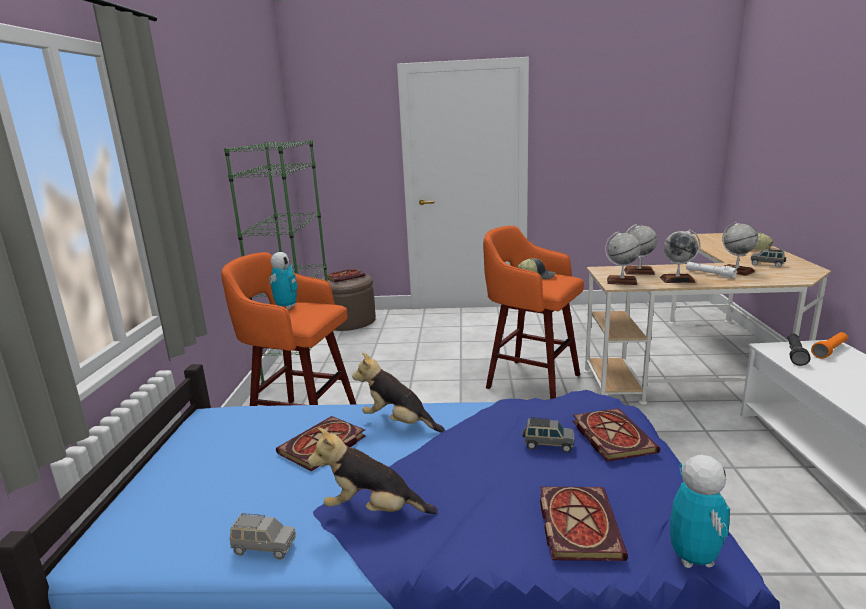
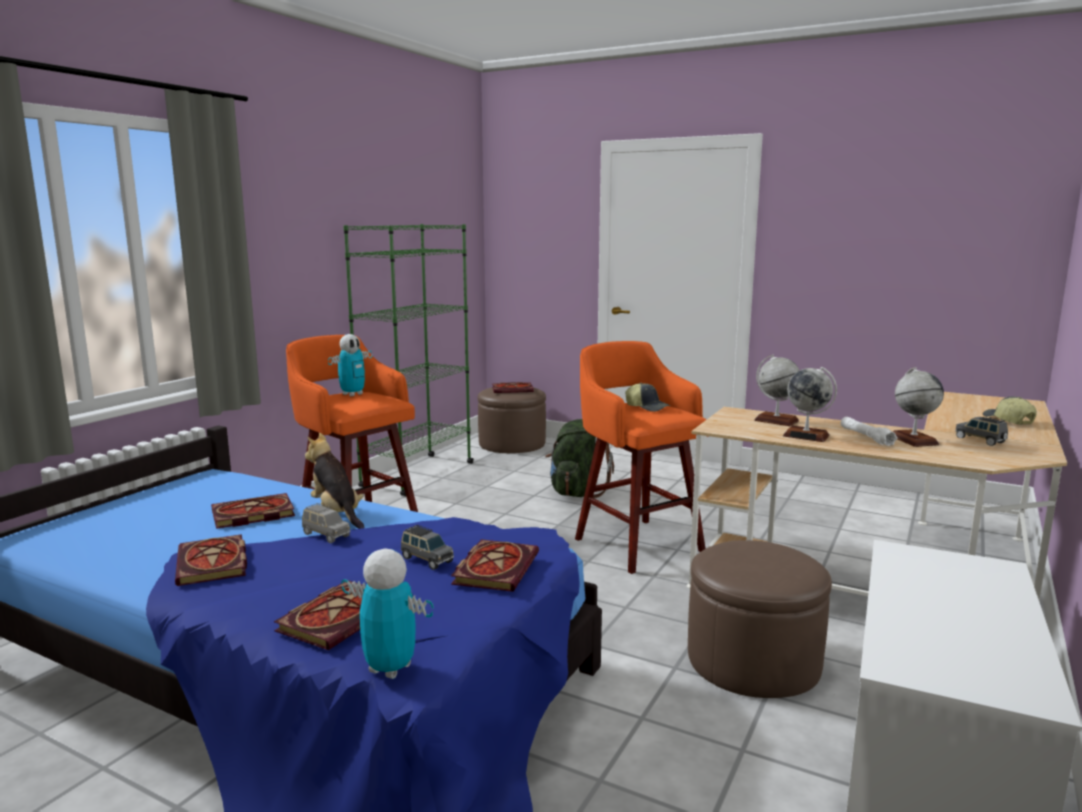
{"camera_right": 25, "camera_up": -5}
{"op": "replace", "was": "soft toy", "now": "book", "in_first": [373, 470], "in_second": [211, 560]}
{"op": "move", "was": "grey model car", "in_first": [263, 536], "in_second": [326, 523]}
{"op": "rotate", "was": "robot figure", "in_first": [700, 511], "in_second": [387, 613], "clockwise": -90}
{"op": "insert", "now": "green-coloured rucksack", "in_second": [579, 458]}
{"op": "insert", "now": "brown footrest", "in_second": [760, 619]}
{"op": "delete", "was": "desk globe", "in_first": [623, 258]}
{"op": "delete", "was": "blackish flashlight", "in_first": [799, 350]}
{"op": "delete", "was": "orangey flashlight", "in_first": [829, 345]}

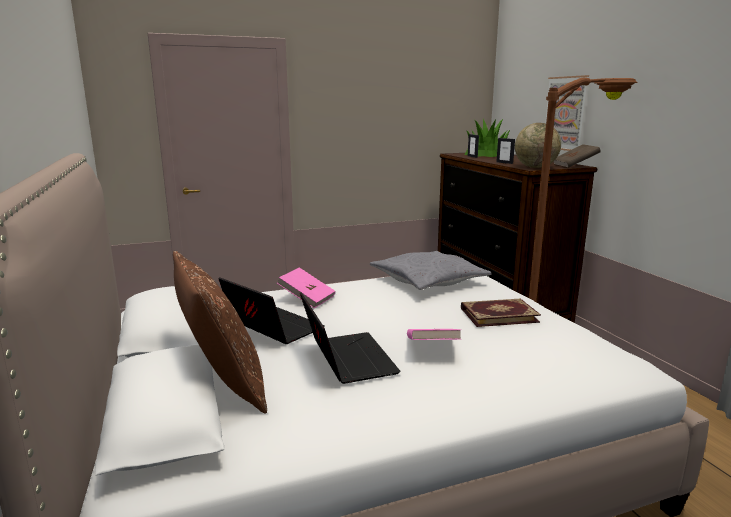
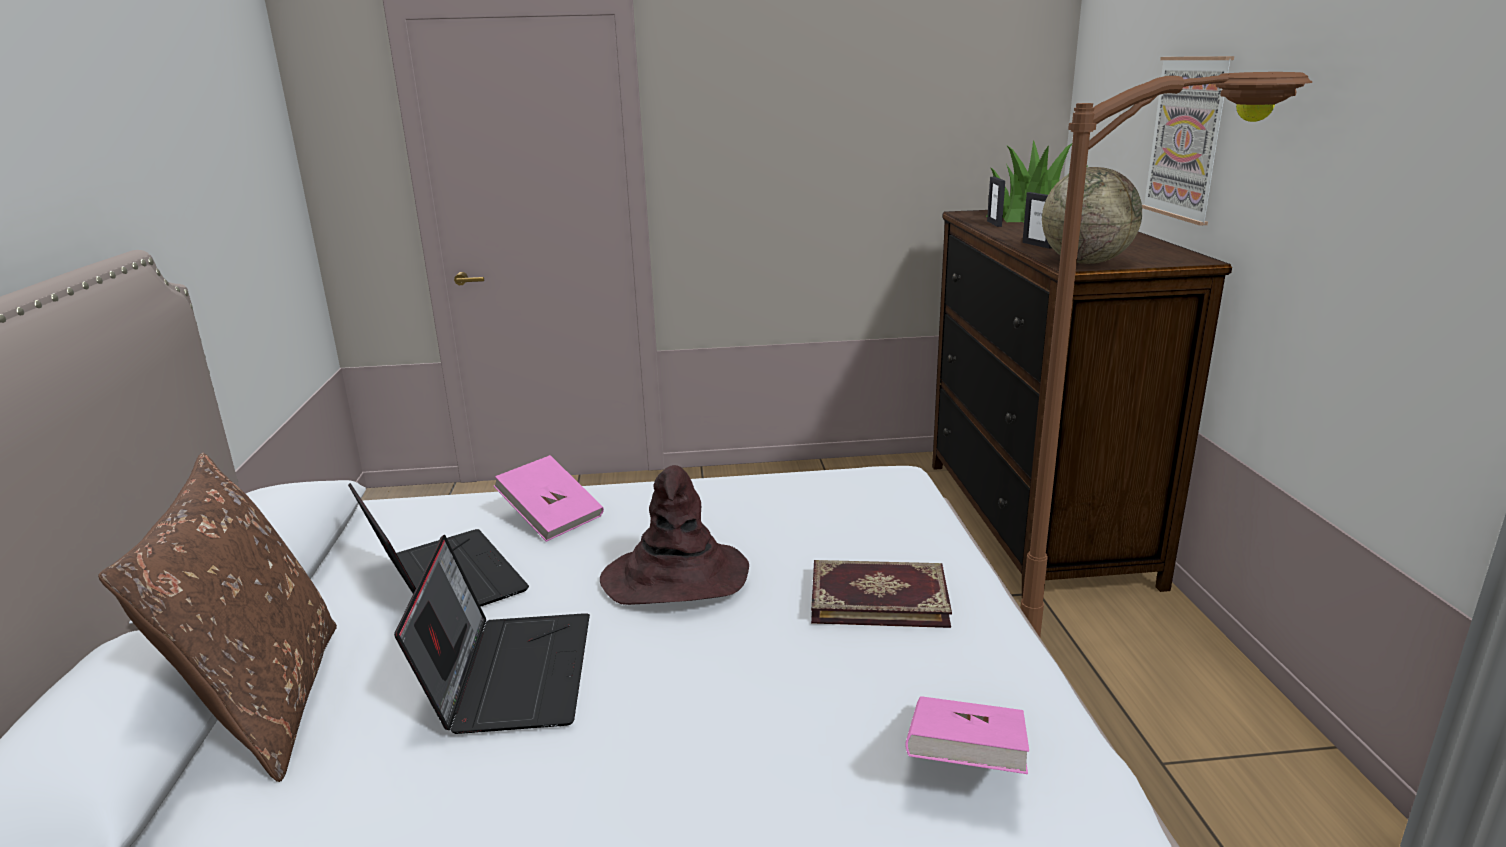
{"camera_right": 15, "camera_up": 5}
{"op": "insert", "now": "brown wearable hat", "in_second": [674, 535]}
{"op": "move", "was": "pink book", "in_first": [434, 334], "in_second": [967, 735]}
{"op": "delete", "was": "grey throw pillow", "in_first": [431, 270]}
{"op": "delete", "was": "brown book", "in_first": [577, 156]}

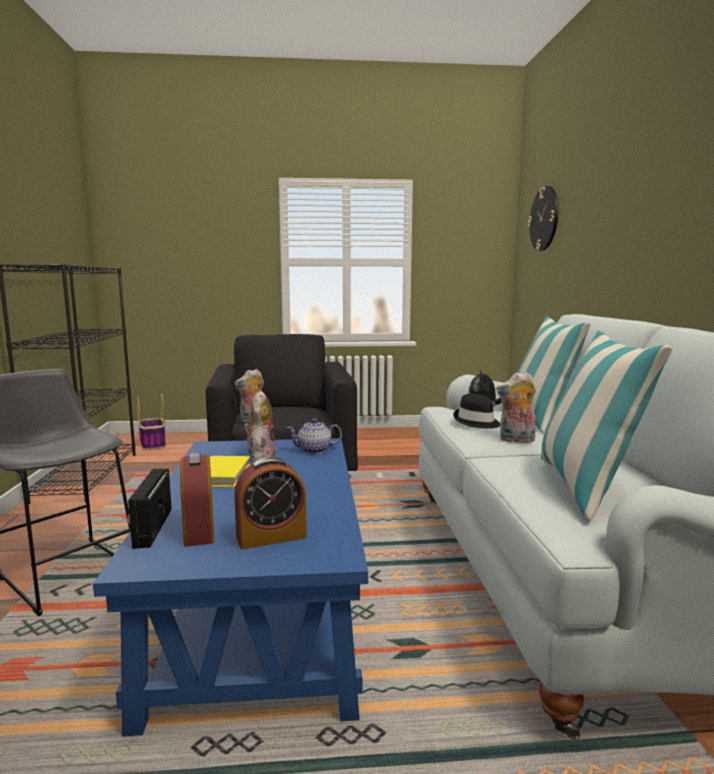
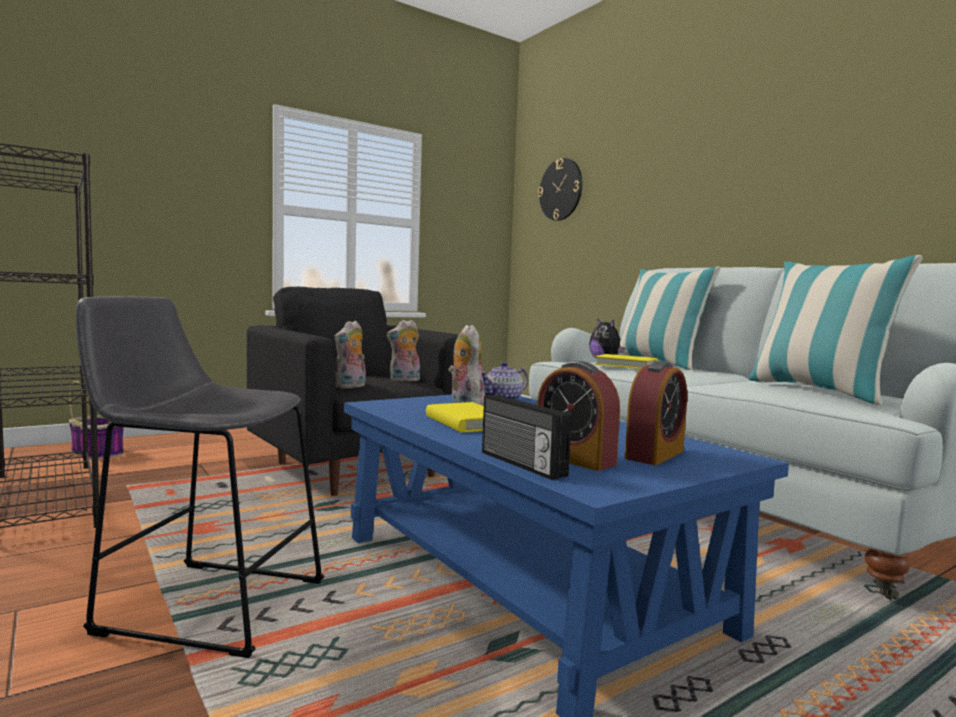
{"camera_right": -30, "camera_up": -5}
{"op": "move", "was": "soft toy", "in_first": [516, 407], "in_second": [403, 351]}
{"op": "replace", "was": "blackish wearable hat", "now": "yellowish book", "in_first": [476, 411], "in_second": [626, 361]}

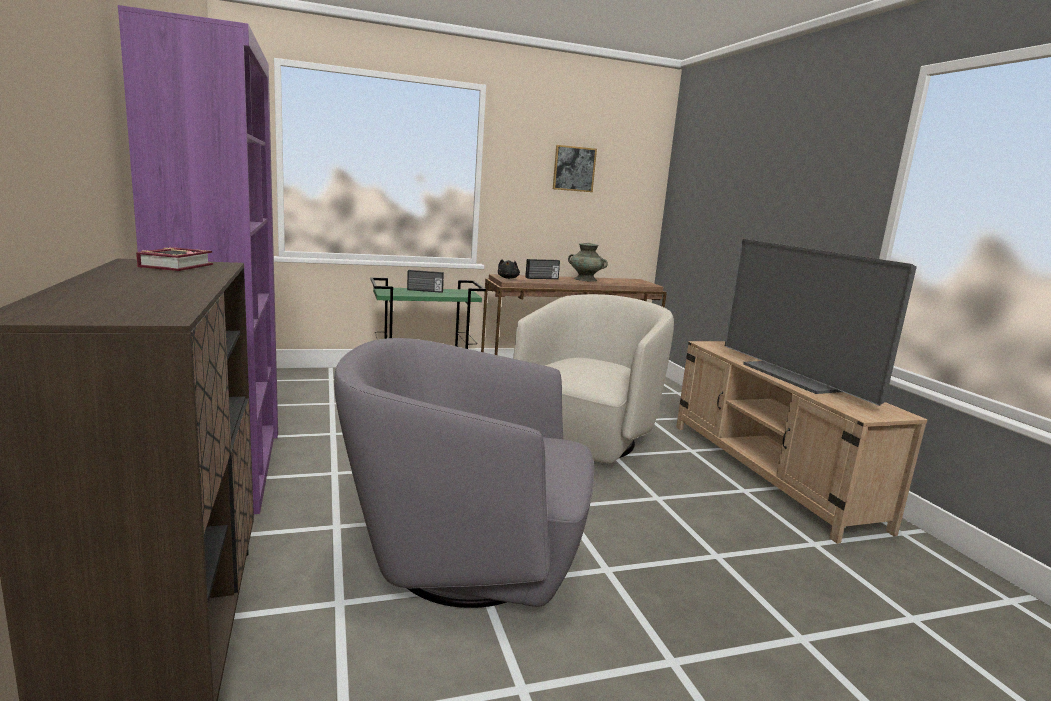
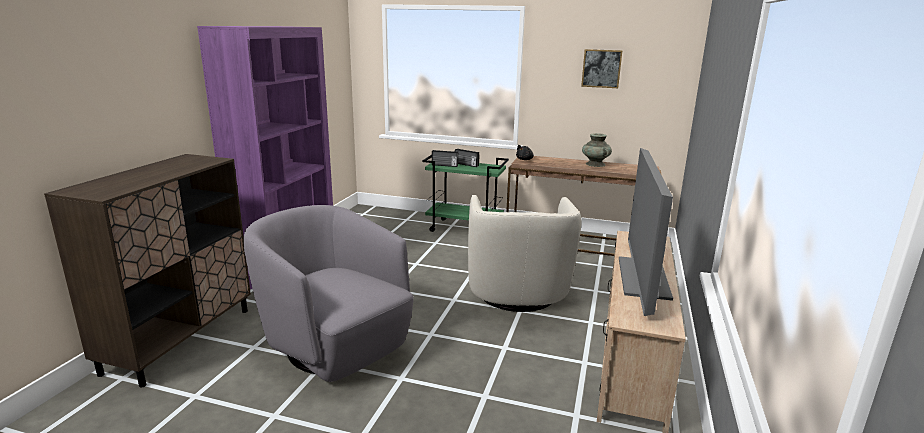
{"camera_right": 35, "camera_up": 5}
{"op": "move", "was": "radio", "in_first": [542, 269], "in_second": [445, 158]}
{"op": "rotate", "was": "beige-coloured armchair", "in_first": [593, 379], "in_second": [524, 253], "clockwise": 120}
{"op": "delete", "was": "book", "in_first": [174, 259]}

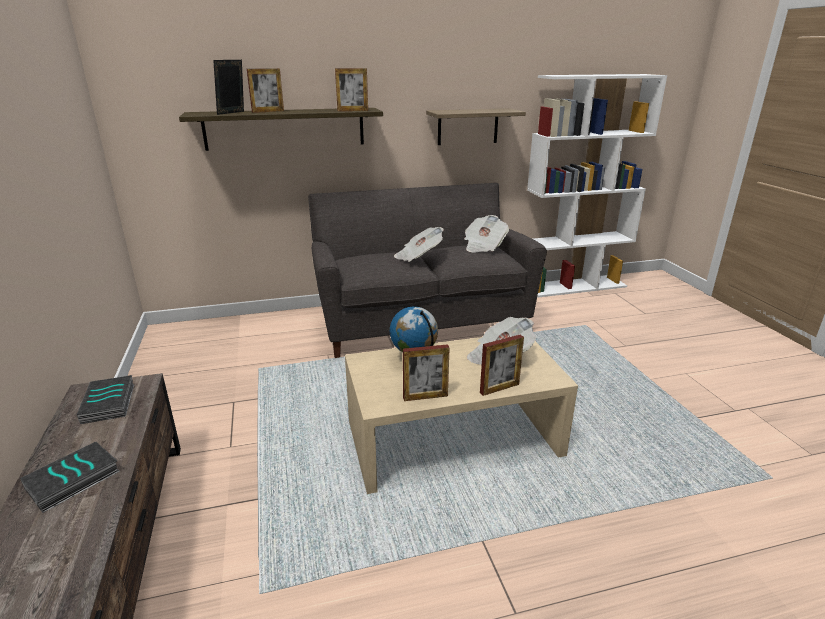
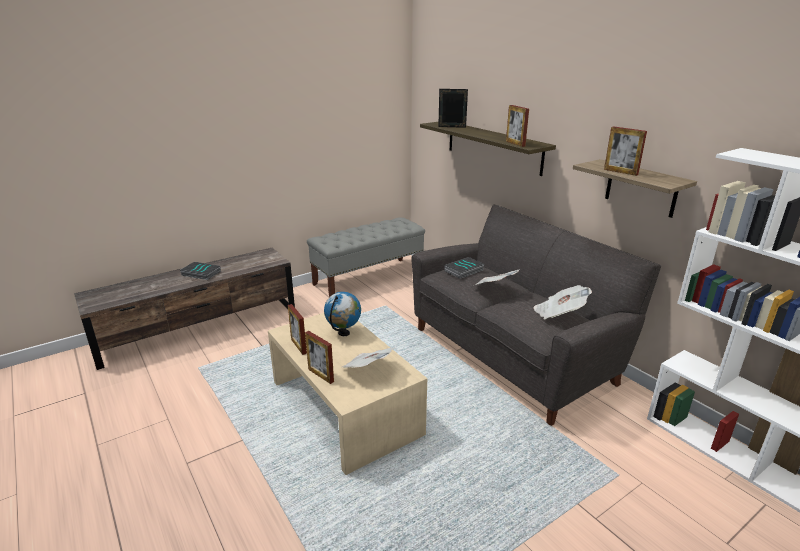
{"camera_right": 70, "camera_up": 0}
{"op": "insert", "now": "grey long seat", "in_second": [366, 257]}
{"op": "move", "was": "book", "in_first": [105, 399], "in_second": [464, 268]}
{"op": "move", "was": "standing frame", "in_first": [265, 90], "in_second": [625, 151]}

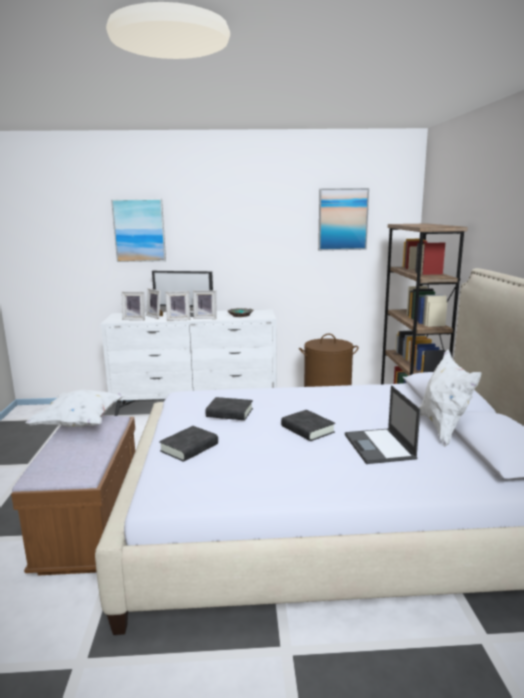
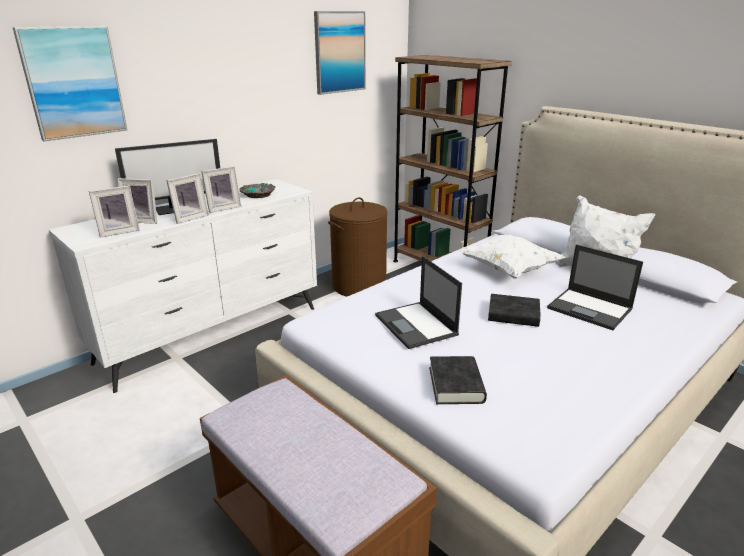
{"camera_right": -40, "camera_up": 10}
{"op": "replace", "was": "blackish book", "now": "laptop", "in_first": [229, 408], "in_second": [418, 302]}
{"op": "move", "was": "white throw pillow", "in_first": [74, 408], "in_second": [512, 256]}

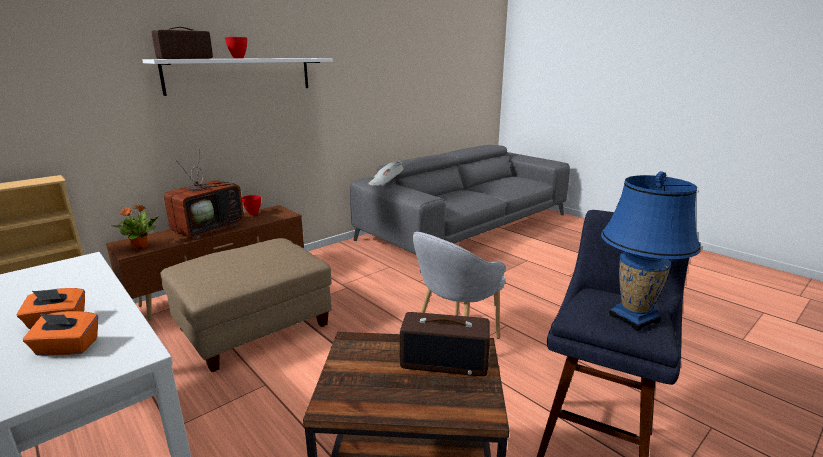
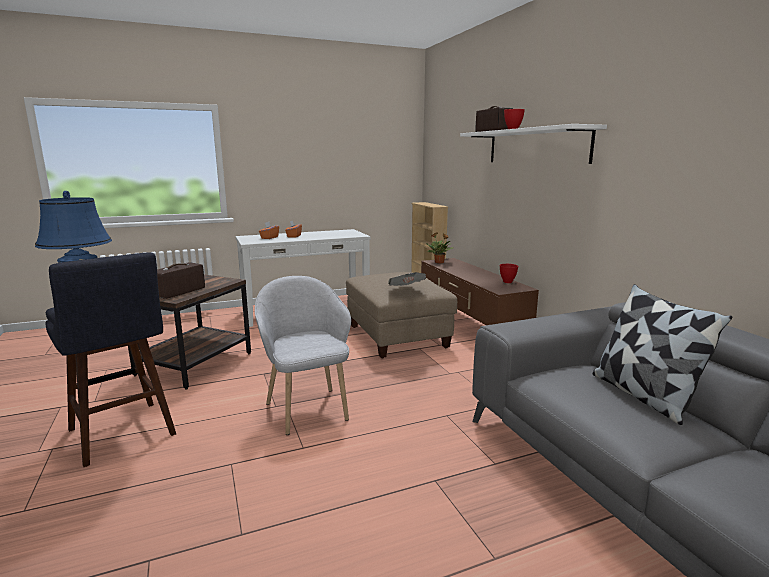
{"camera_right": 110, "camera_up": -5}
{"op": "move", "was": "daily paper", "in_first": [386, 173], "in_second": [407, 279]}
{"op": "insert", "now": "throw pillow", "in_second": [662, 354]}
{"op": "delete", "was": "TV", "in_first": [204, 193]}

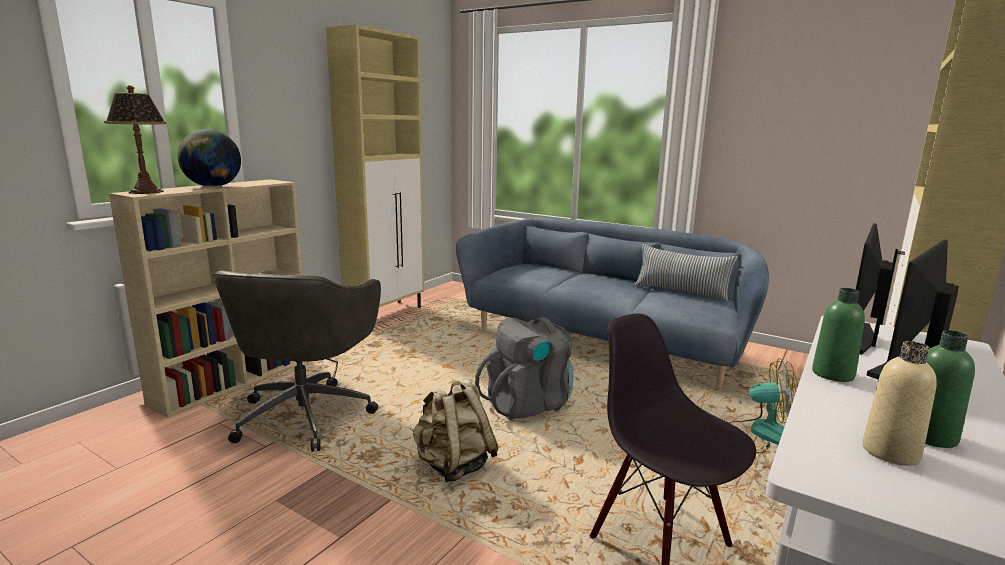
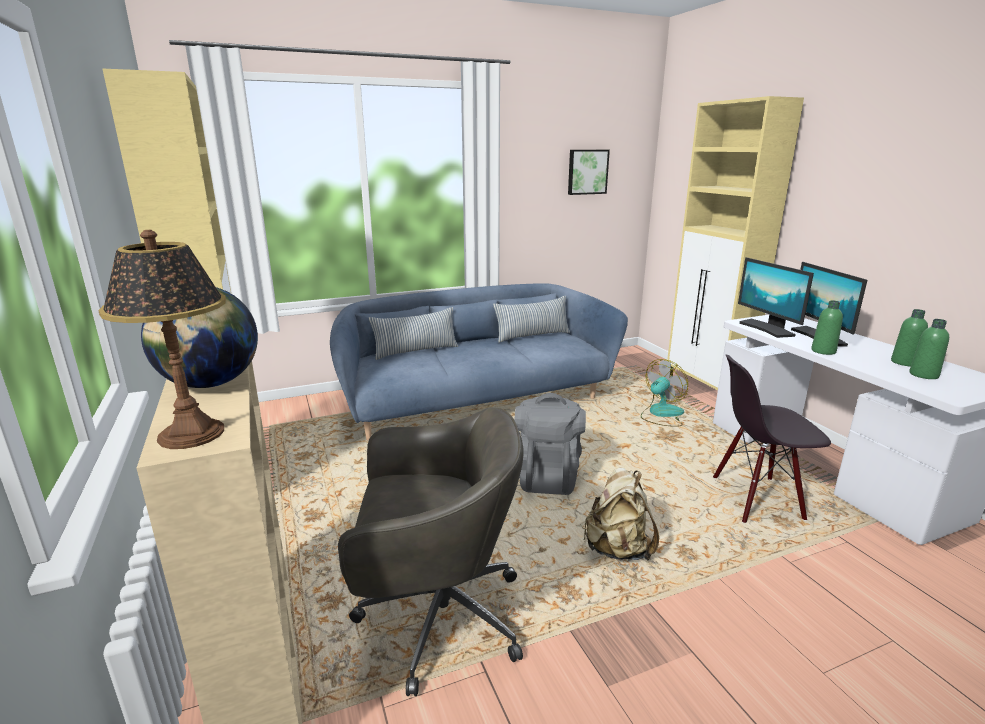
{"camera_right": -55, "camera_up": 5}
{"op": "rotate", "was": "grey office chair", "in_first": [297, 361], "in_second": [430, 551], "clockwise": -45}
{"op": "insert", "now": "throw pillow", "in_second": [413, 333]}
{"op": "insert", "now": "wall picture", "in_second": [589, 172]}
{"op": "recolor", "was": "beige-coloured drink bottle", "now": "green-coloured drink bottle", "in_first": [900, 403], "in_second": [929, 349]}

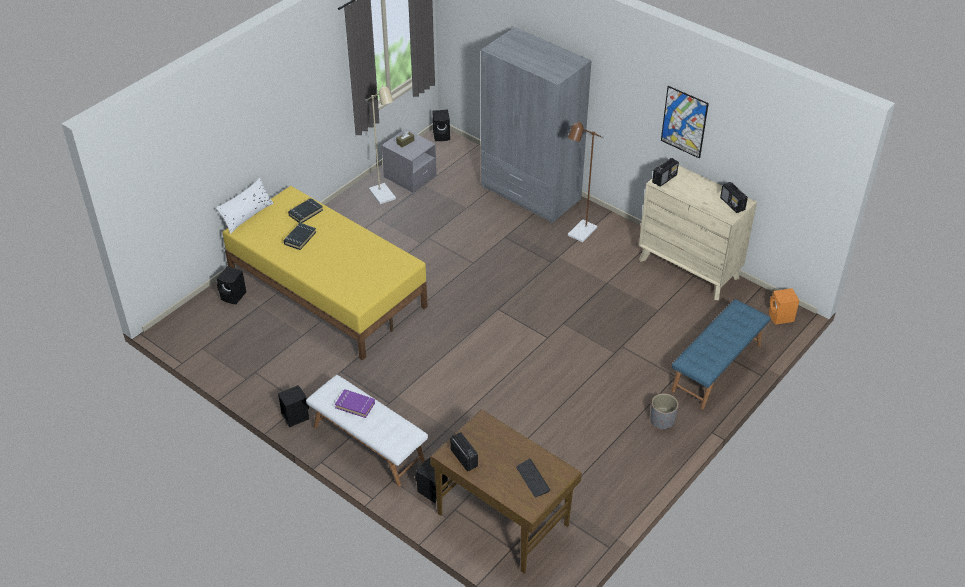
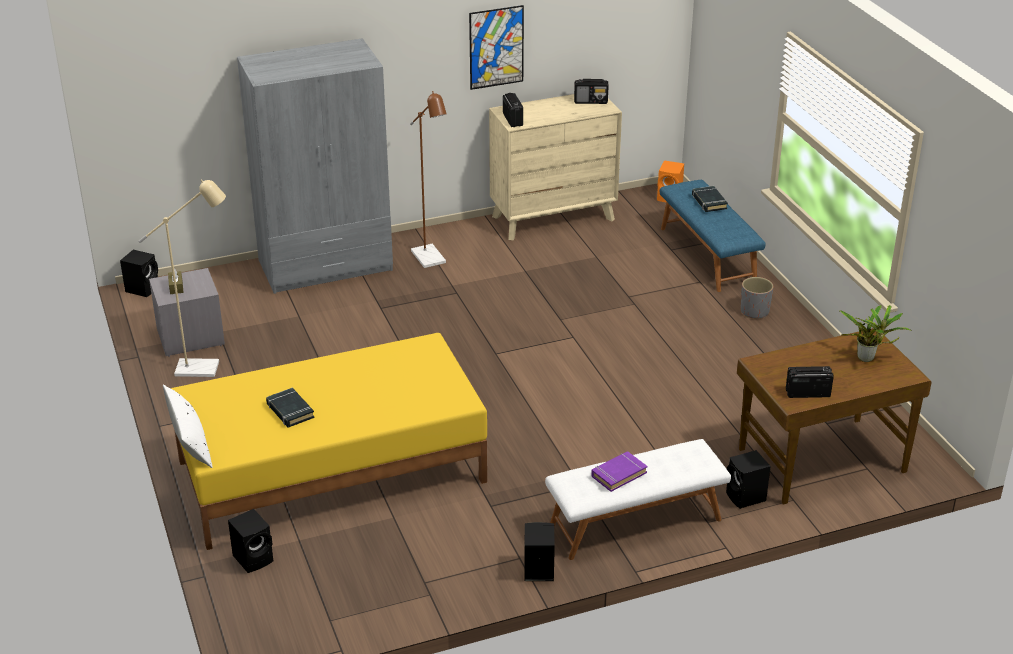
{"camera_right": -60, "camera_up": -10}
{"op": "move", "was": "blackish book", "in_first": [305, 210], "in_second": [710, 199]}
{"op": "replace", "was": "computer keyboard", "now": "houseplant", "in_first": [533, 478], "in_second": [875, 333]}

